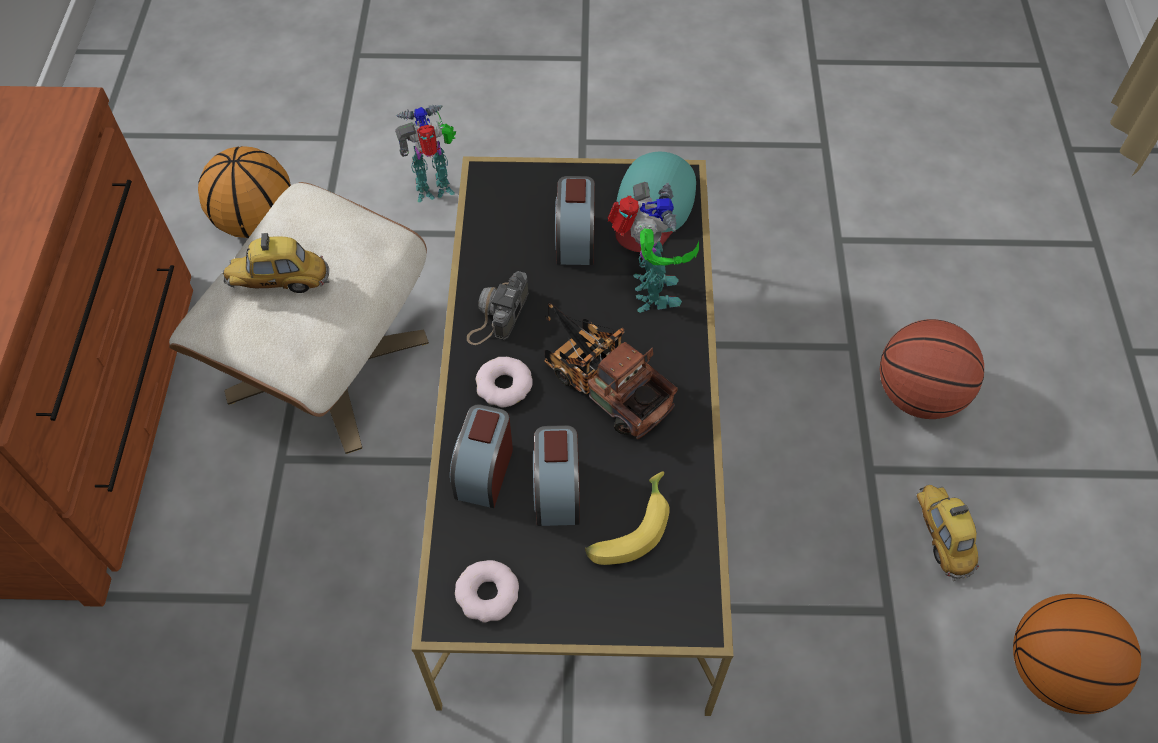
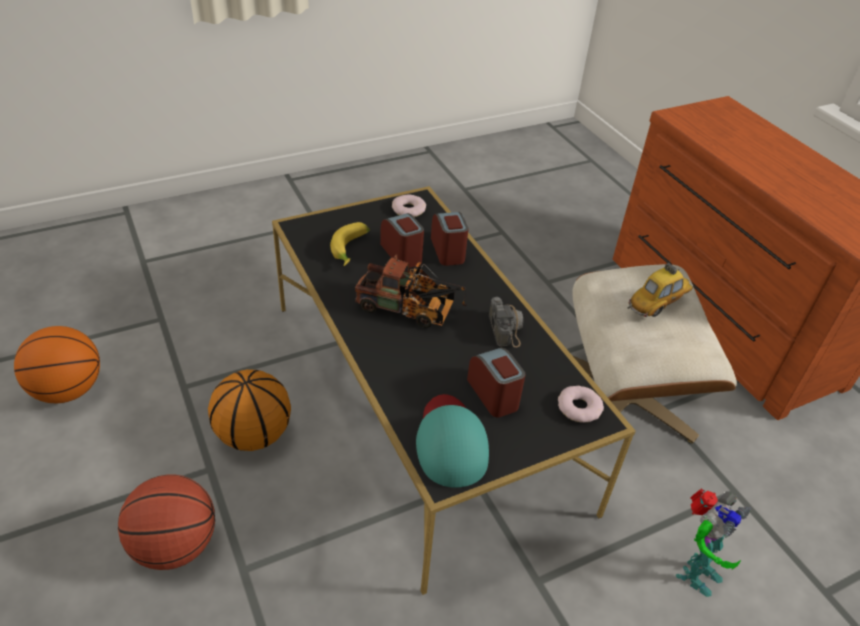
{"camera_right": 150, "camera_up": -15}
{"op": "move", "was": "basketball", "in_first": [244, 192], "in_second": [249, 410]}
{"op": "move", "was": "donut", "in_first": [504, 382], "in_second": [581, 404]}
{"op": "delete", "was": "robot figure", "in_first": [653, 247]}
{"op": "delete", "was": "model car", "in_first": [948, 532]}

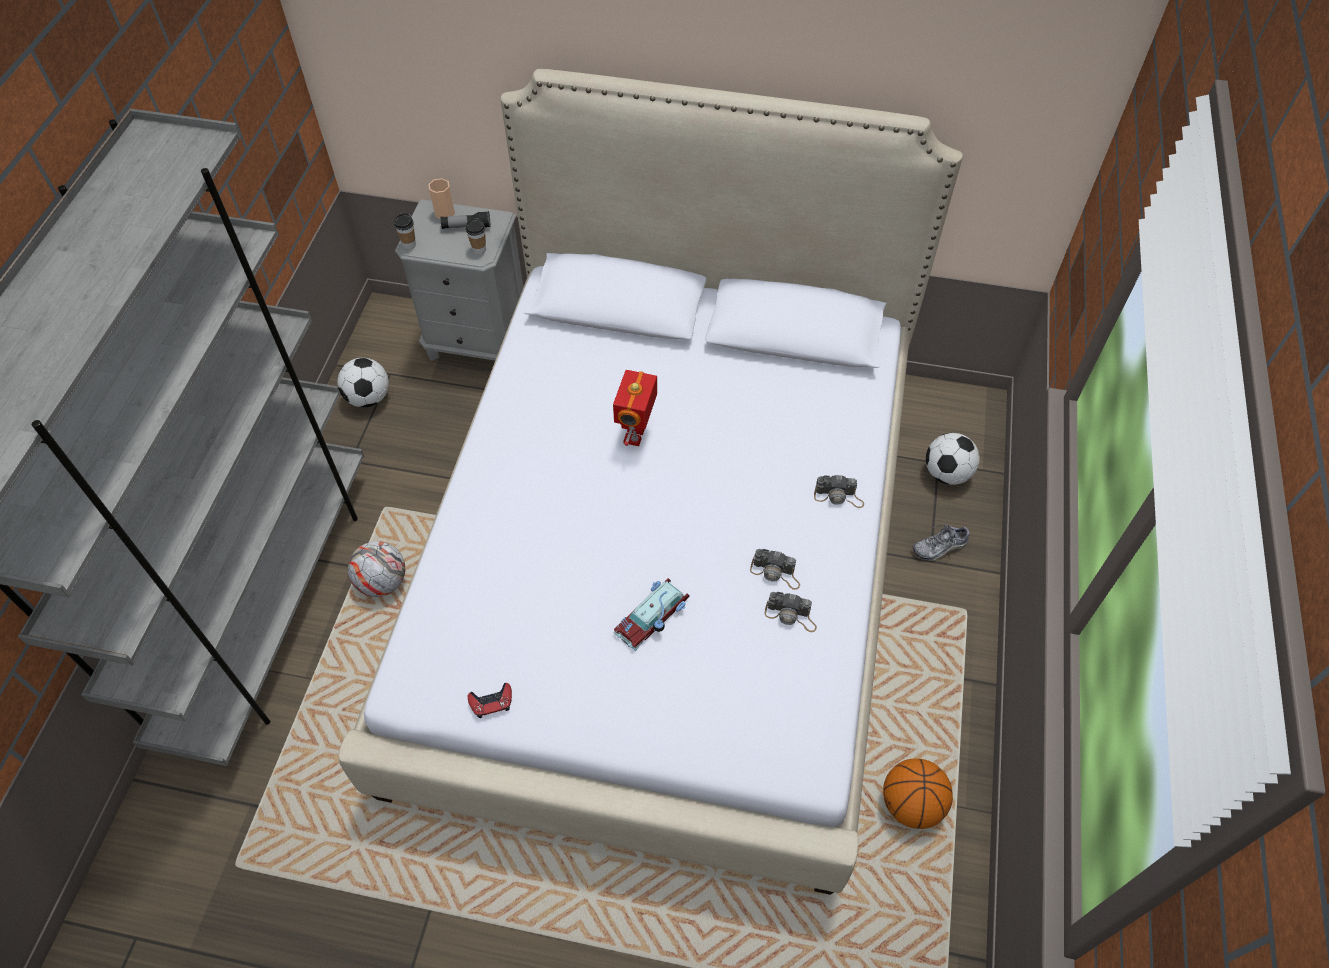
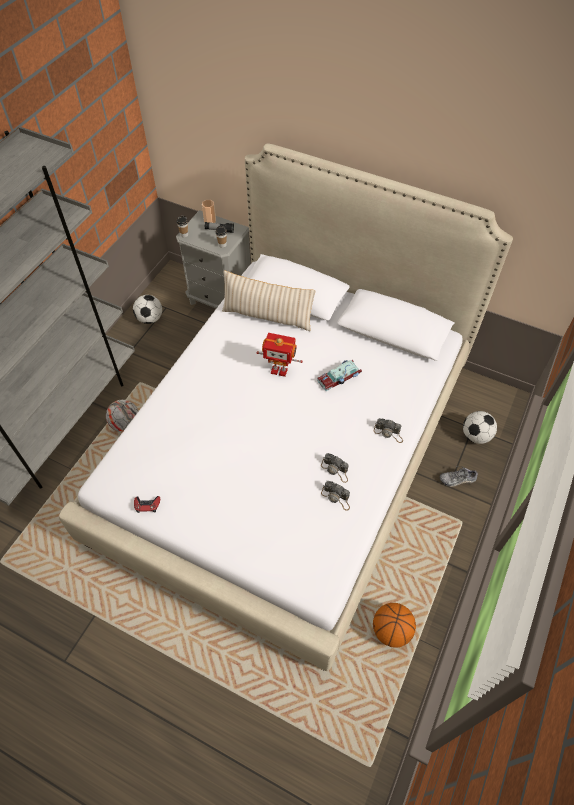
{"camera_right": 15, "camera_up": 0}
{"op": "insert", "now": "beige-coloured throw pillow", "in_second": [269, 300]}
{"op": "rotate", "was": "robot figure", "in_first": [635, 408], "in_second": [280, 355], "clockwise": -105}
{"op": "move", "was": "model car", "in_first": [652, 614], "in_second": [339, 375]}

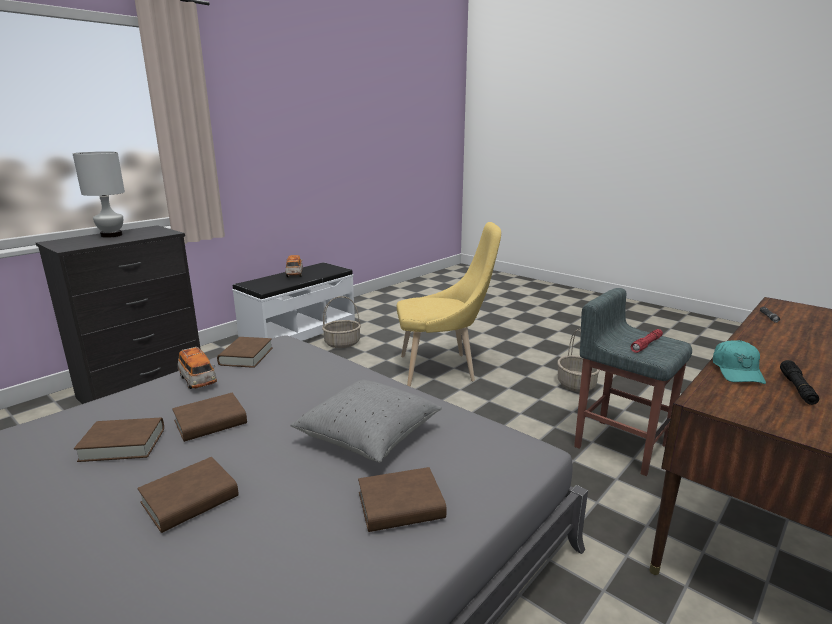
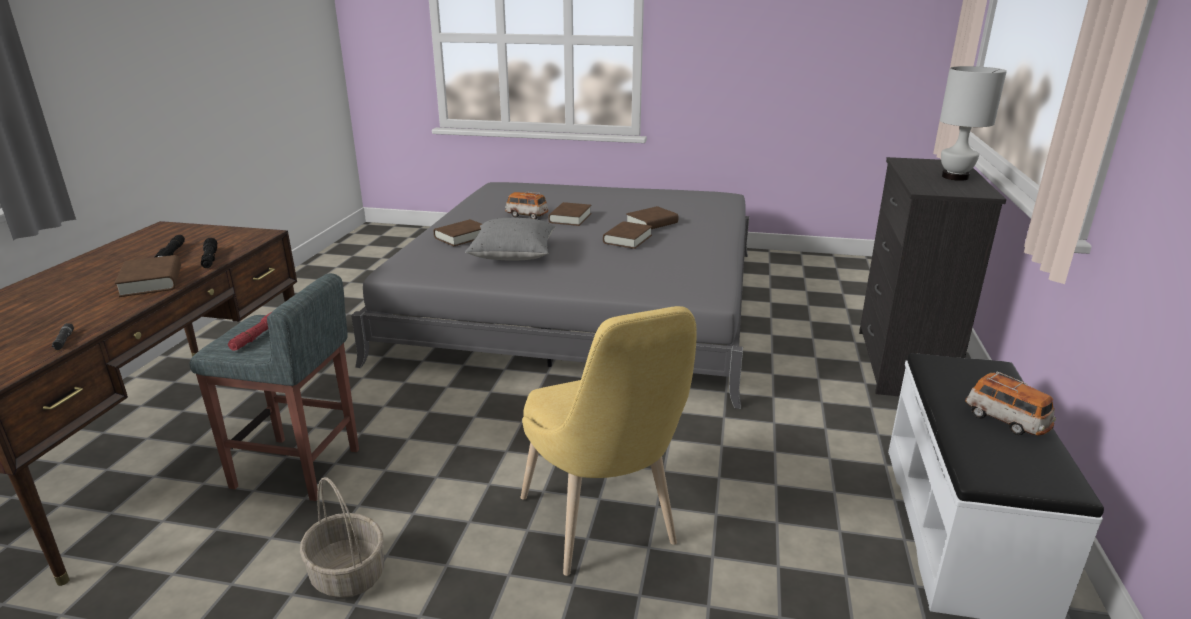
{"camera_right": 150, "camera_up": 5}
{"op": "move", "was": "brown book", "in_first": [245, 352], "in_second": [148, 276]}
{"op": "replace", "was": "turquoise cap", "now": "blackish flashlight", "in_first": [739, 362], "in_second": [209, 253]}
{"op": "move", "was": "model car", "in_first": [197, 367], "in_second": [527, 205]}
{"op": "rotate", "was": "yellowish chair", "in_first": [449, 304], "in_second": [609, 441], "clockwise": -75}
{"op": "delete", "was": "basket", "in_first": [341, 322]}

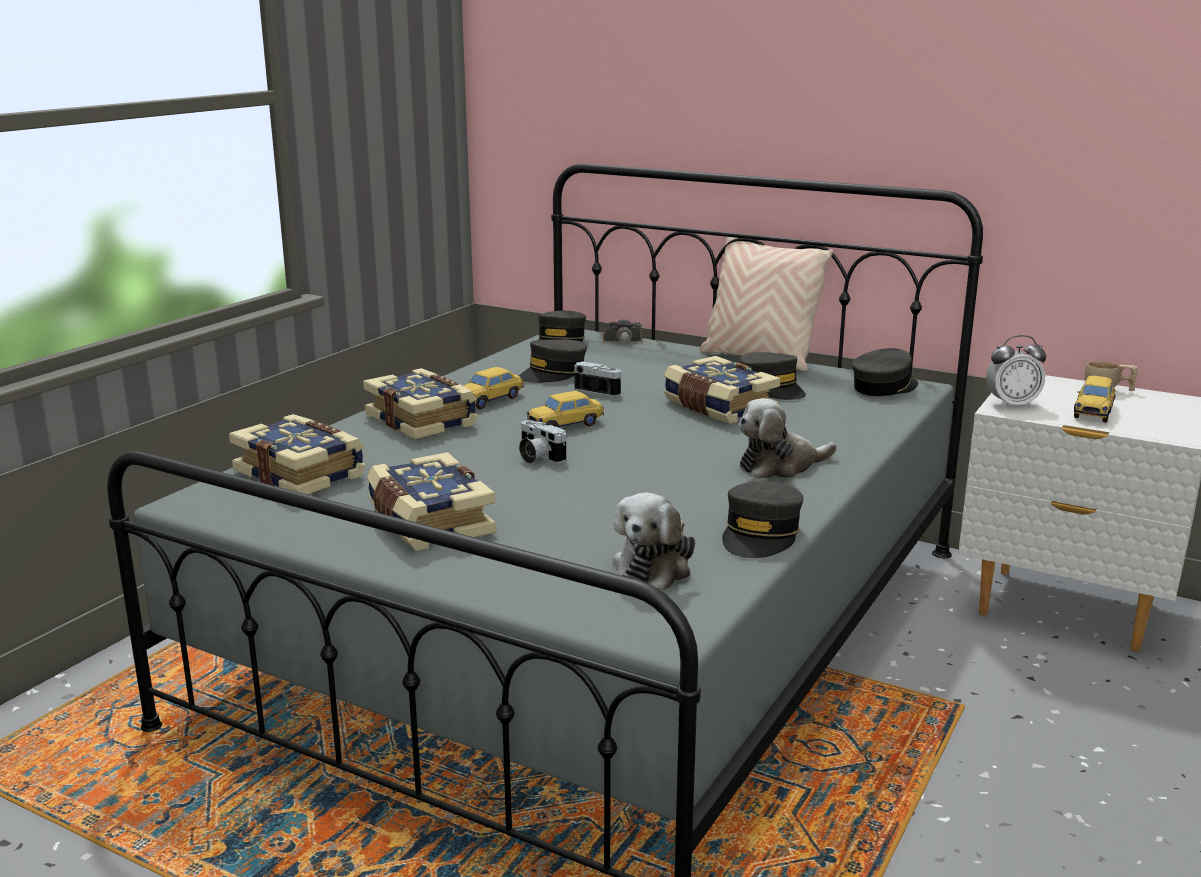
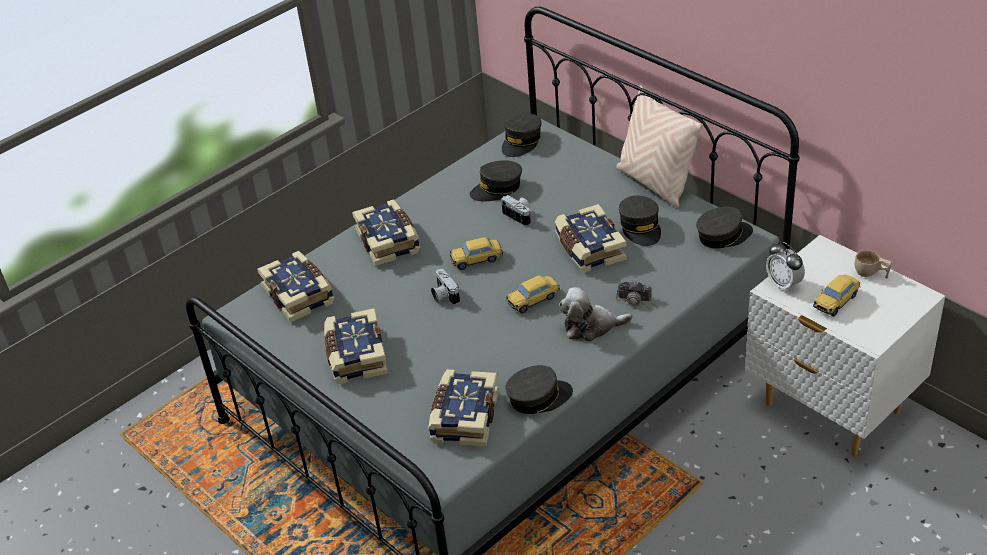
{"camera_right": 20, "camera_up": 20}
{"op": "replace", "was": "soft toy", "now": "book", "in_first": [654, 542], "in_second": [463, 408]}
{"op": "rotate", "was": "grey cap", "in_first": [762, 519], "in_second": [539, 389], "clockwise": -150}
{"op": "move", "was": "model car", "in_first": [494, 388], "in_second": [533, 294]}
{"op": "move", "was": "photo camera", "in_first": [627, 331], "in_second": [636, 295]}
{"op": "rotate", "was": "table clock", "in_first": [1016, 371], "in_second": [785, 267], "clockwise": 45}

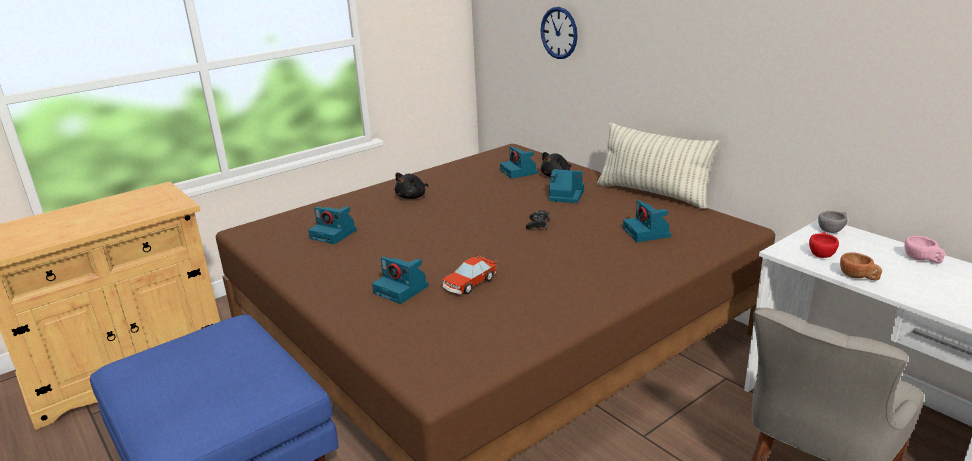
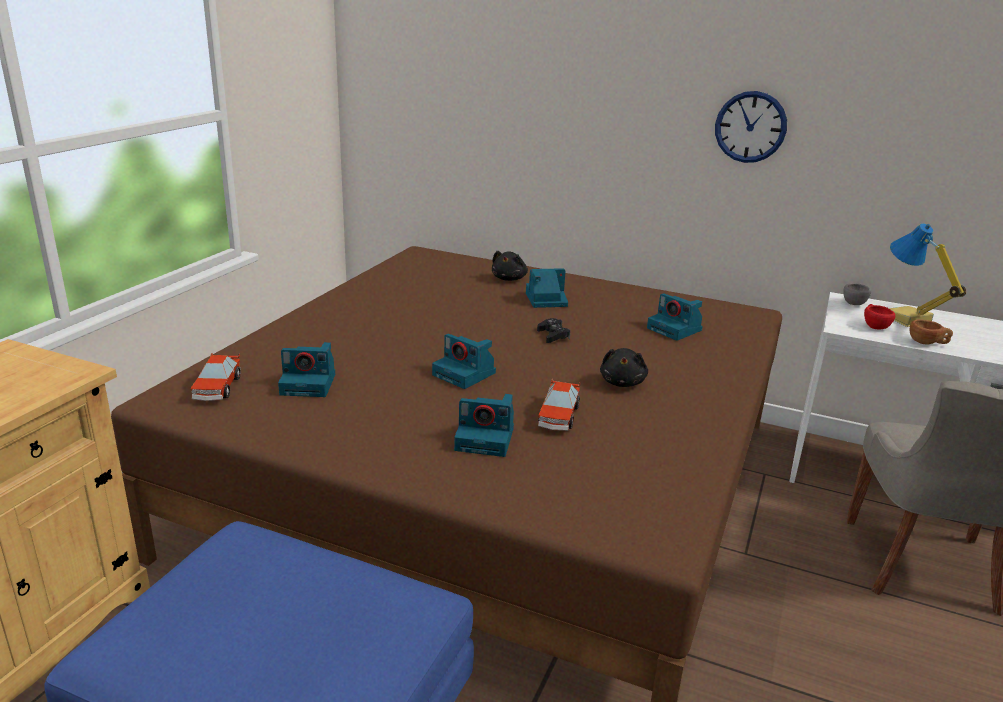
{"camera_right": -30, "camera_up": 0}
{"op": "insert", "now": "model car", "in_second": [215, 377]}
{"op": "move", "was": "photo camera", "in_first": [519, 162], "in_second": [464, 361]}
{"op": "move", "was": "blackish soft toy", "in_first": [412, 186], "in_second": [624, 367]}
{"op": "move", "was": "hanging clock", "in_first": [559, 33], "in_second": [751, 127]}
{"op": "insert", "now": "lamp for a table", "in_second": [927, 275]}
{"op": "delete", "was": "throw pillow", "in_first": [658, 166]}
{"op": "delete", "was": "pink small cup", "in_first": [925, 249]}

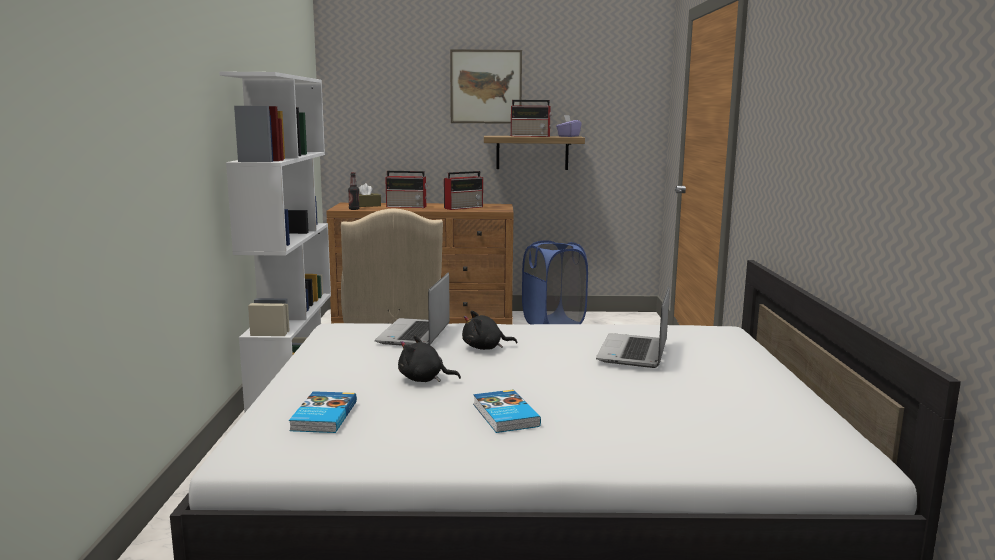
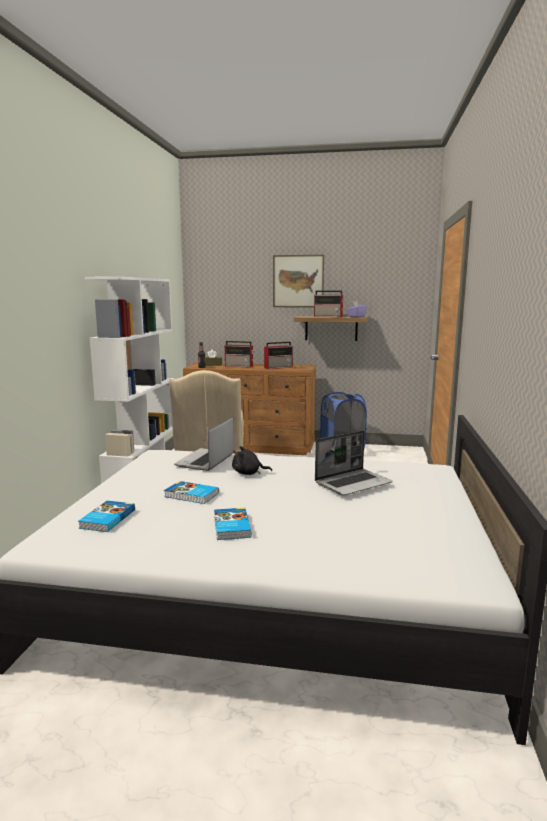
{"camera_right": 10, "camera_up": 0}
{"op": "replace", "was": "blackish soft toy", "now": "book", "in_first": [429, 358], "in_second": [191, 492]}
{"op": "rotate", "was": "laptop", "in_first": [633, 327], "in_second": [354, 462], "clockwise": -150}

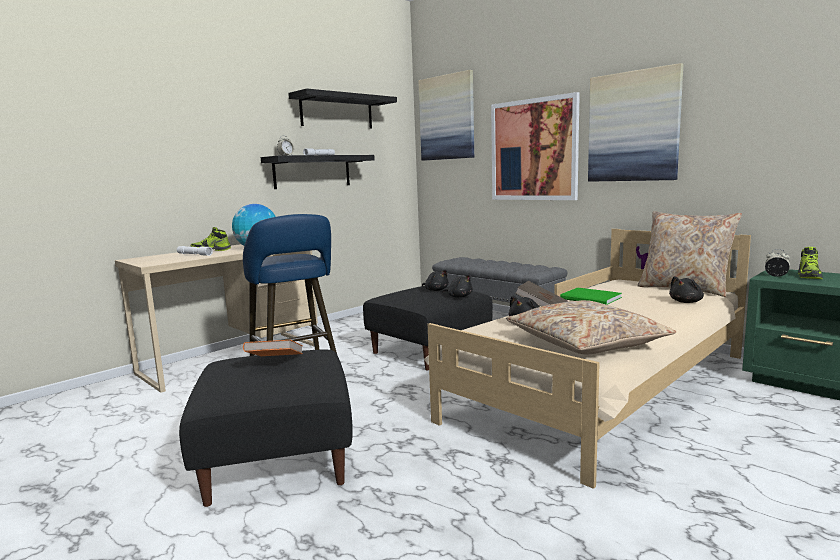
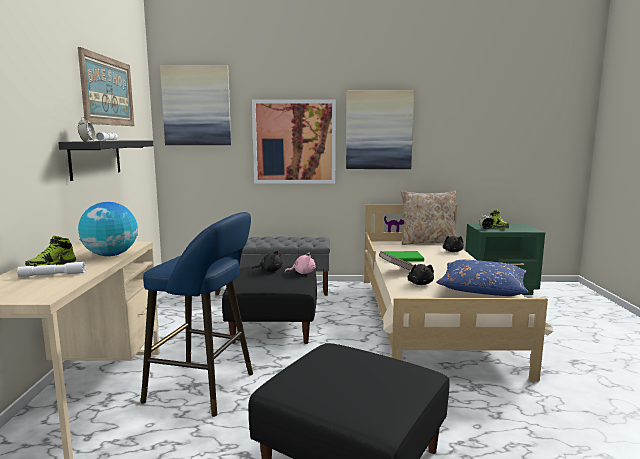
{"camera_right": -45, "camera_up": 0}
{"op": "replace", "was": "blackish bracket shelf", "now": "wall picture", "in_first": [342, 108], "in_second": [106, 86]}
{"op": "recolor", "was": "blackish soft toy", "now": "pink soft toy", "in_first": [457, 286], "in_second": [300, 263]}
{"op": "recolor", "was": "beige-coloured throw pillow", "now": "blue throw pillow", "in_first": [591, 327], "in_second": [482, 278]}
{"op": "delete", "was": "orangey book", "in_first": [273, 348]}

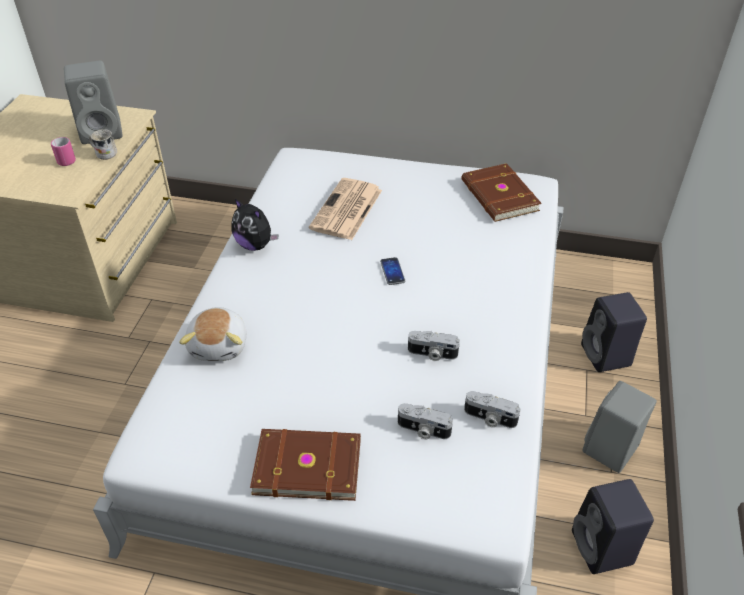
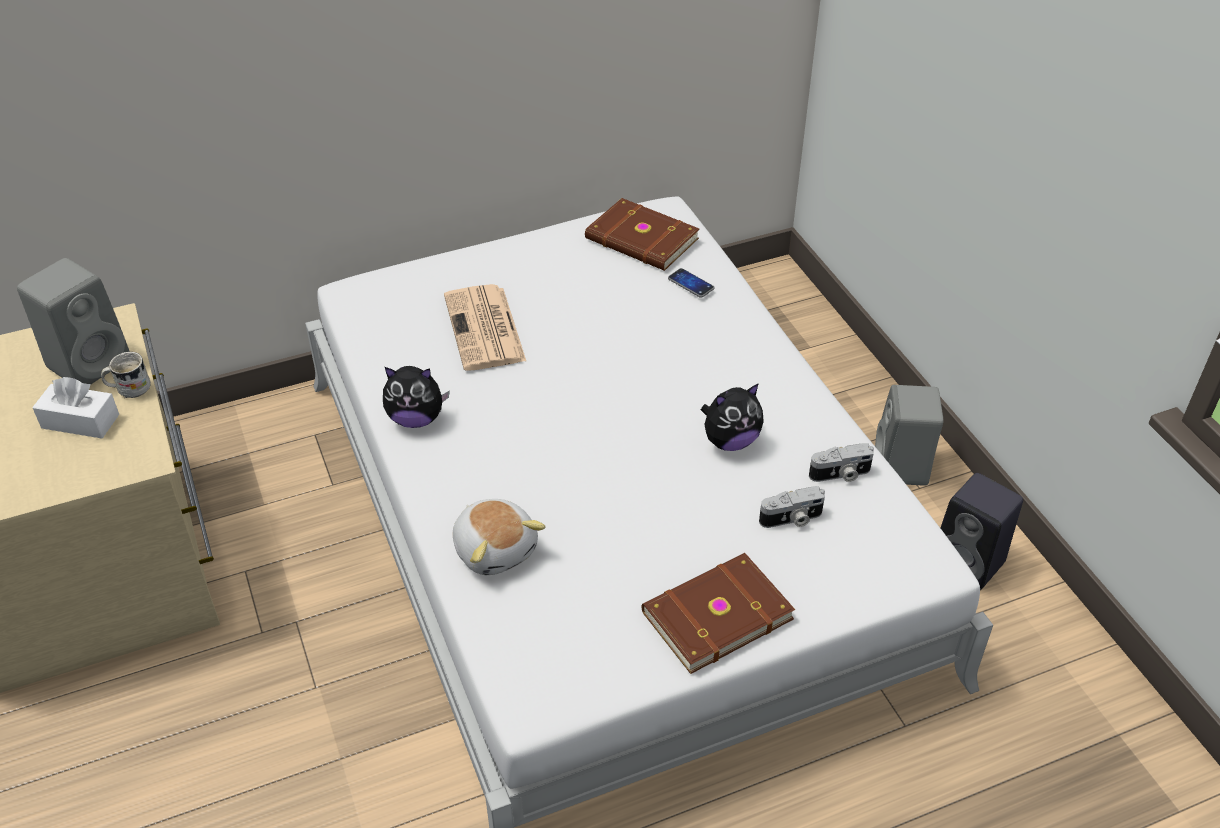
{"camera_right": -35, "camera_up": 0}
{"op": "replace", "was": "pink tea mug", "now": "white tissue holder", "in_first": [63, 151], "in_second": [75, 408]}
{"op": "move", "was": "phone", "in_first": [392, 271], "in_second": [691, 283]}
{"op": "replace", "was": "photo camera", "now": "soft toy", "in_first": [434, 346], "in_second": [732, 417]}
{"op": "delete", "was": "blackish loudspeaker", "in_first": [614, 332]}

